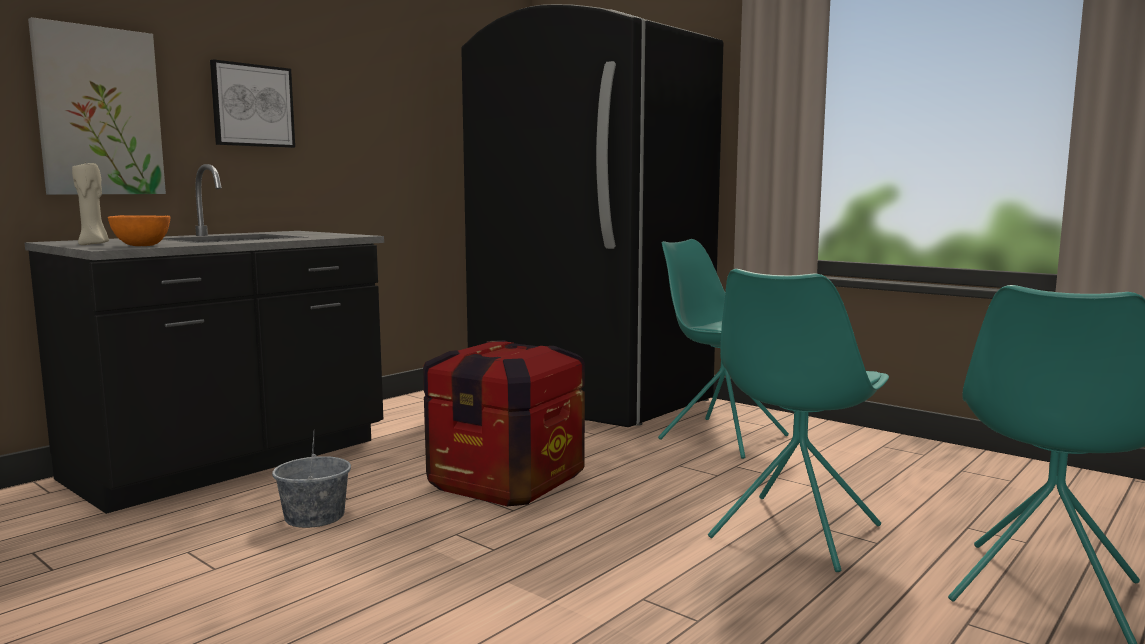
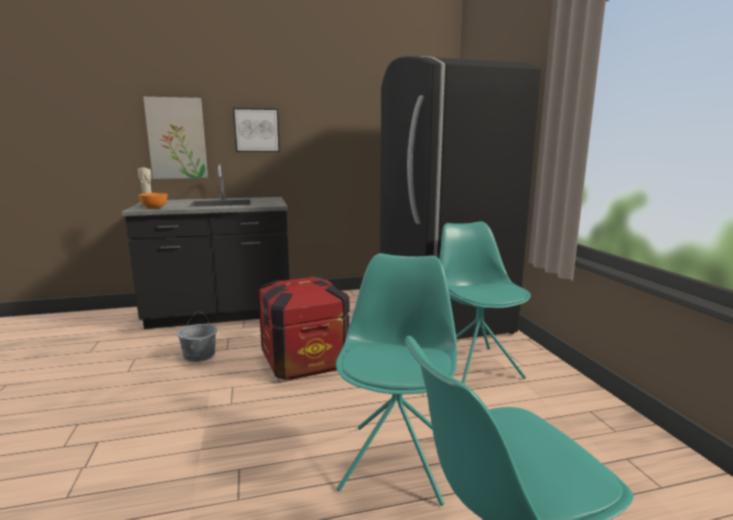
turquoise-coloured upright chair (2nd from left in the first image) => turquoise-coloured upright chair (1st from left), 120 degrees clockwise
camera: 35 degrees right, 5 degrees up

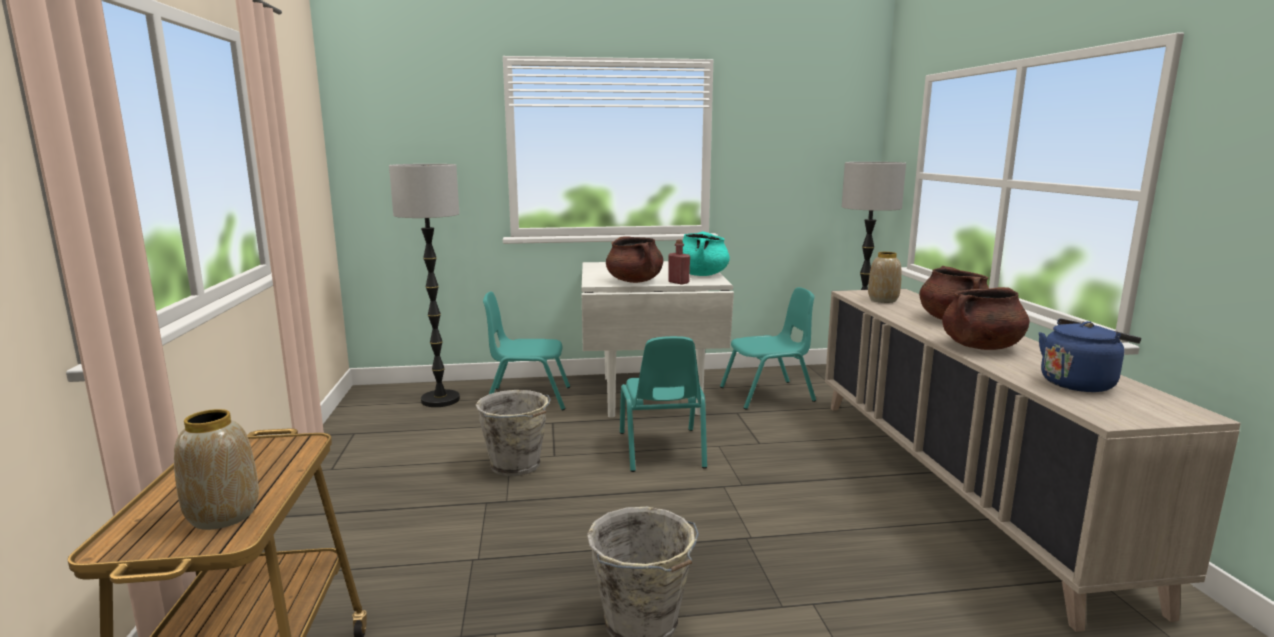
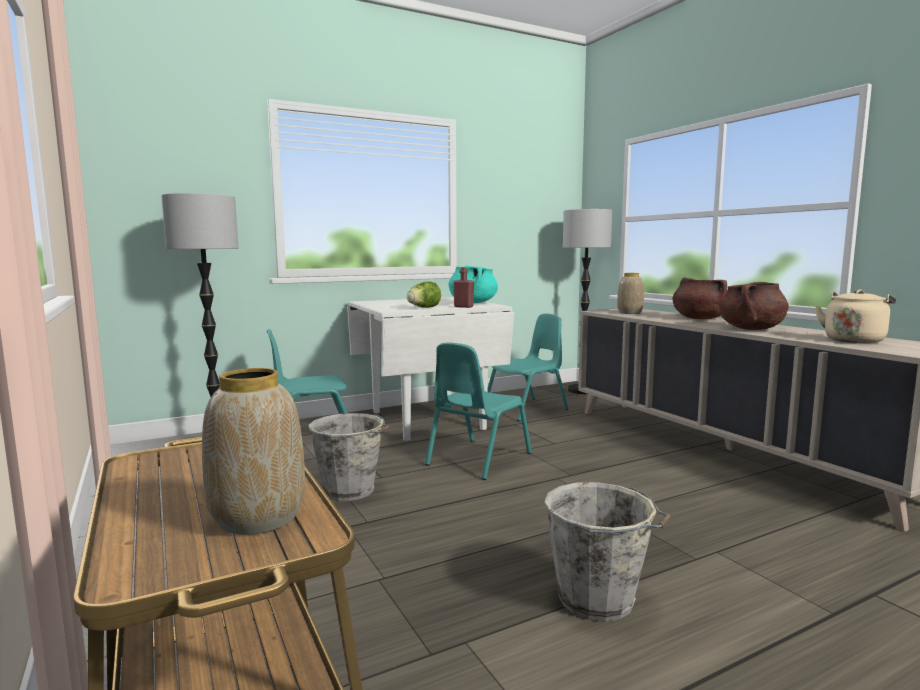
brown-coloured cooking pot (1st from left) => lettuce head
bluish water kettle => beige water kettle
turquoise-coloured upright chair (2nd from left), 60 degrees clockwise
camera: 20 degrees left, 5 degrees down

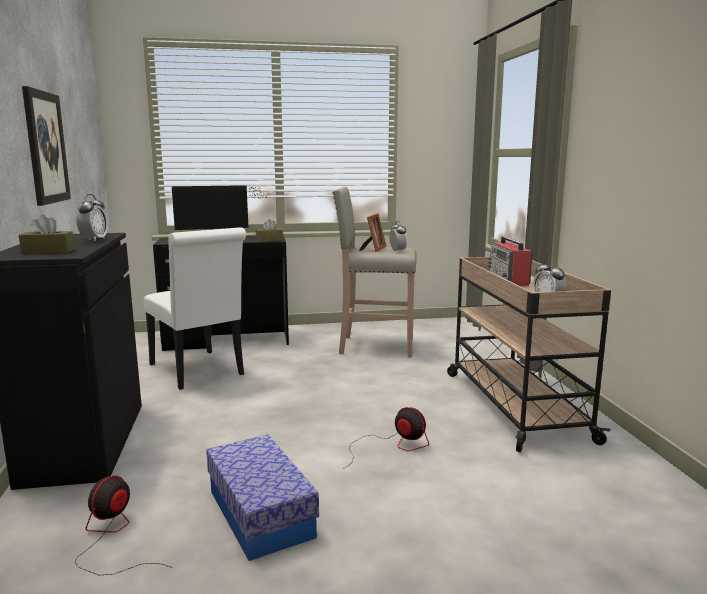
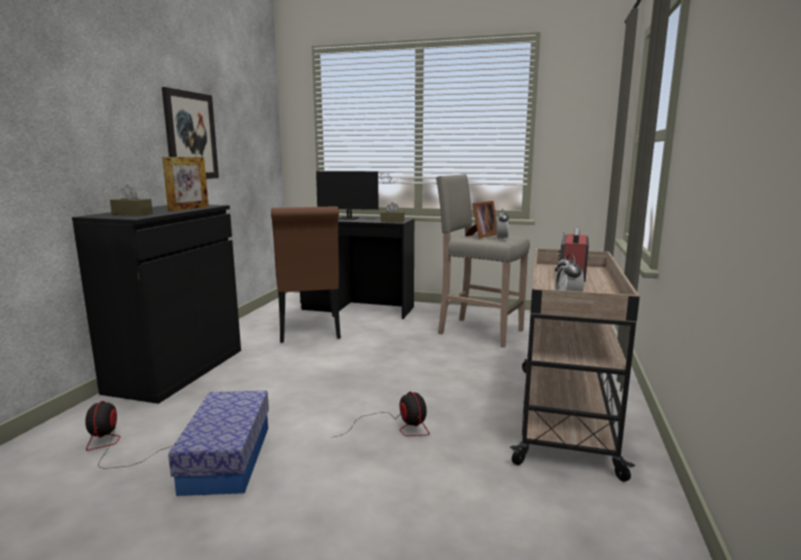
bedside clock (1st from left) => picture frame (1st from left)
white-coloured upright chair => brown-coloured upright chair
electric fan (1st from left), 60 degrees counterclockwise
camera: 25 degrees right, 0 degrees up

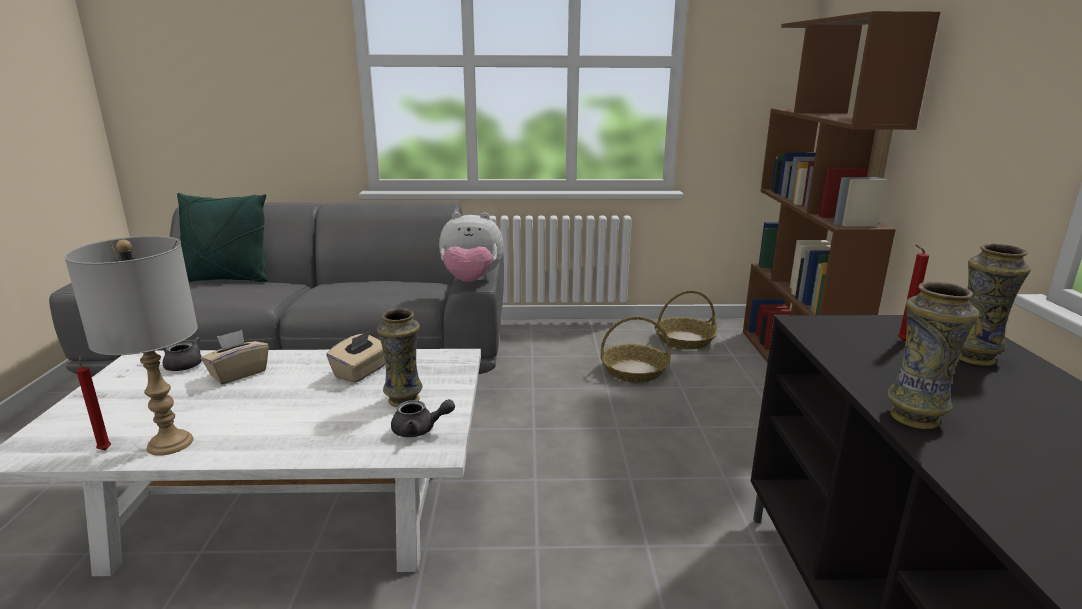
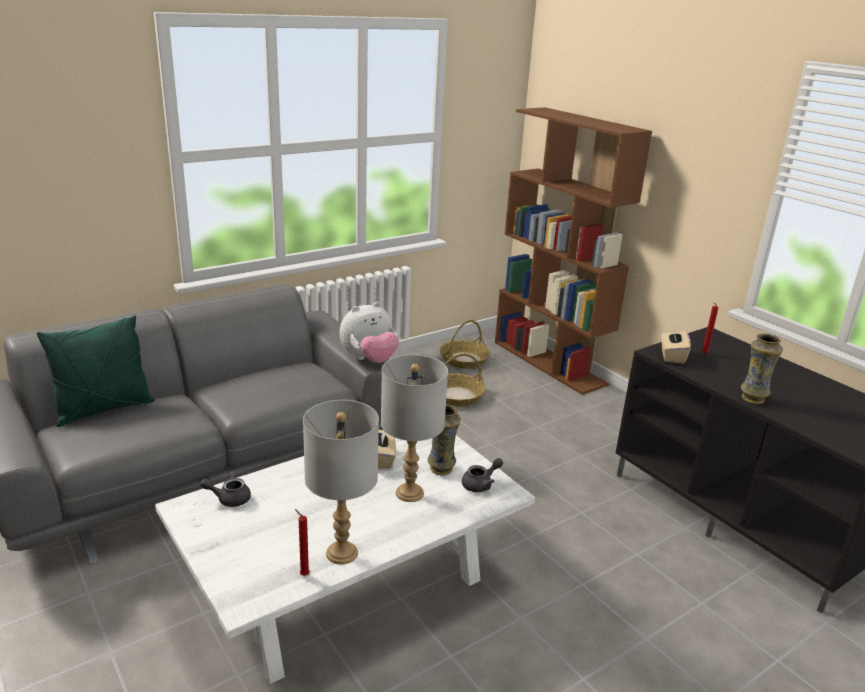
decorative vase (3rd from left) => nothing
nothing => gray tabletop lamp (2nd from left)
beige tissue holder (1st from left in the first image) => beige tissue holder (2nd from left), move
camera: 35 degrees left, 5 degrees up

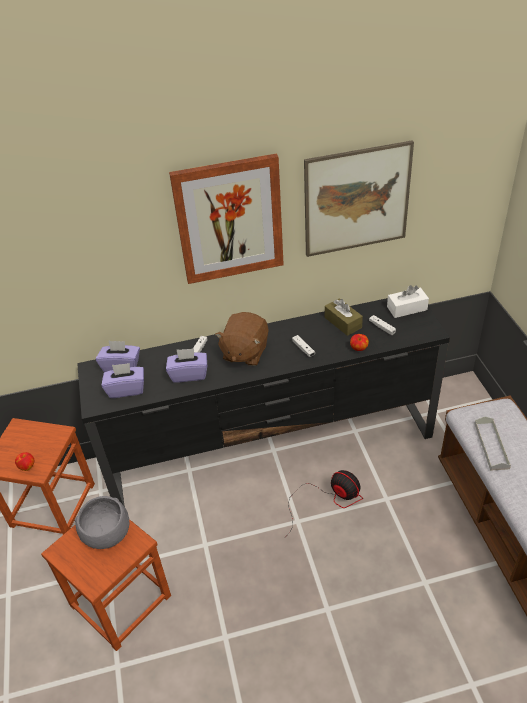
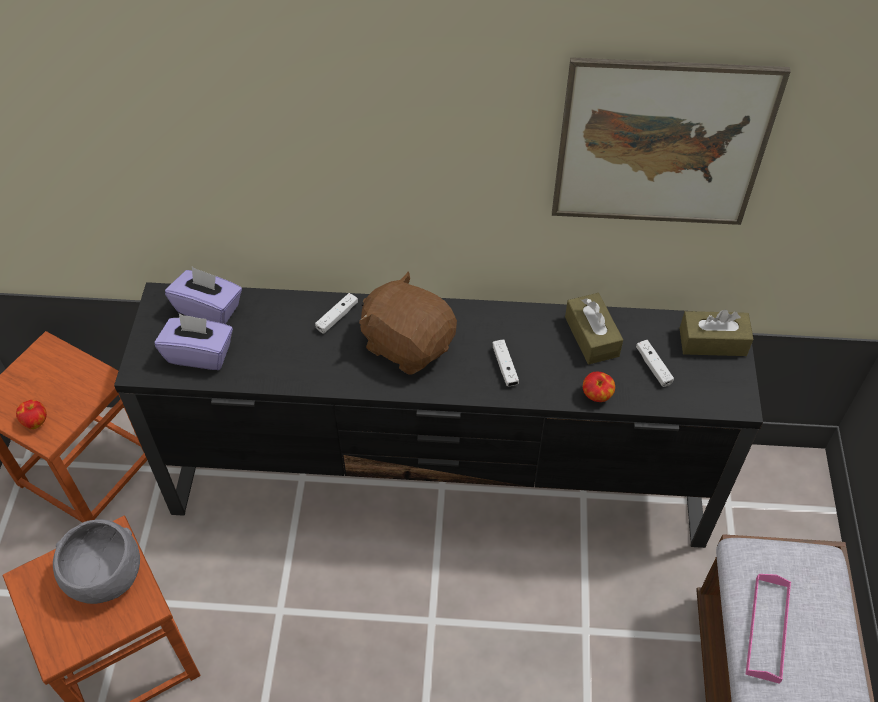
purplish tissue holder (3rd from left) => nothing
wall art (1st from left) => nothing
electric fan => nothing
white-coloured tissue holder => brown-coloured tissue holder (2nd from left)
gray carrying tray => pink carrying tray
brown-coloured plush toy, 90 degrees clockwise
camera: 15 degrees right, 10 degrees up

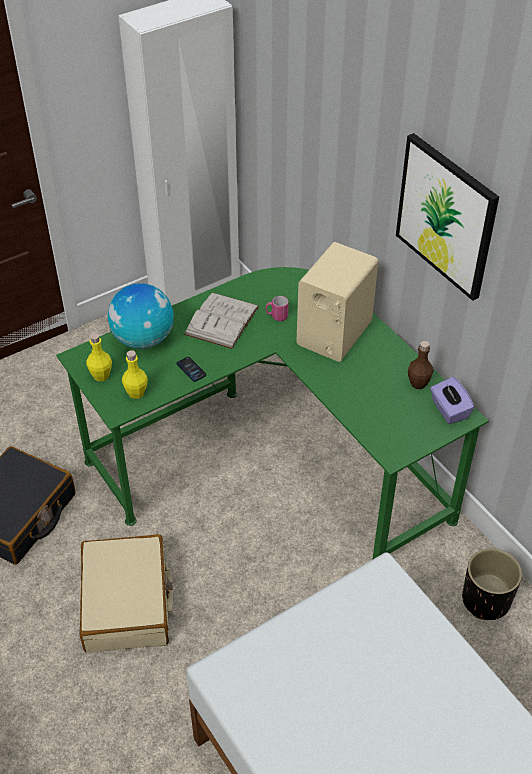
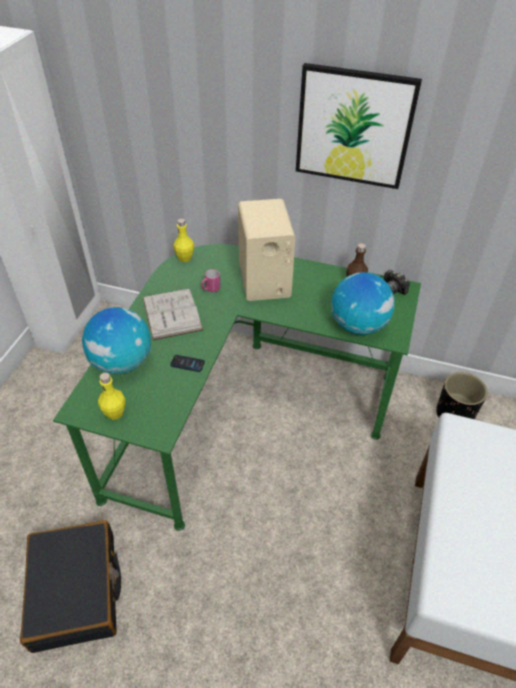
beige travel case => nothing
nothing => desk globe (2nd from left)
yellow-coloured beverage bottle (2nd from left), move
purplish tissue holder => photo camera
camera: 40 degrees left, 0 degrees up

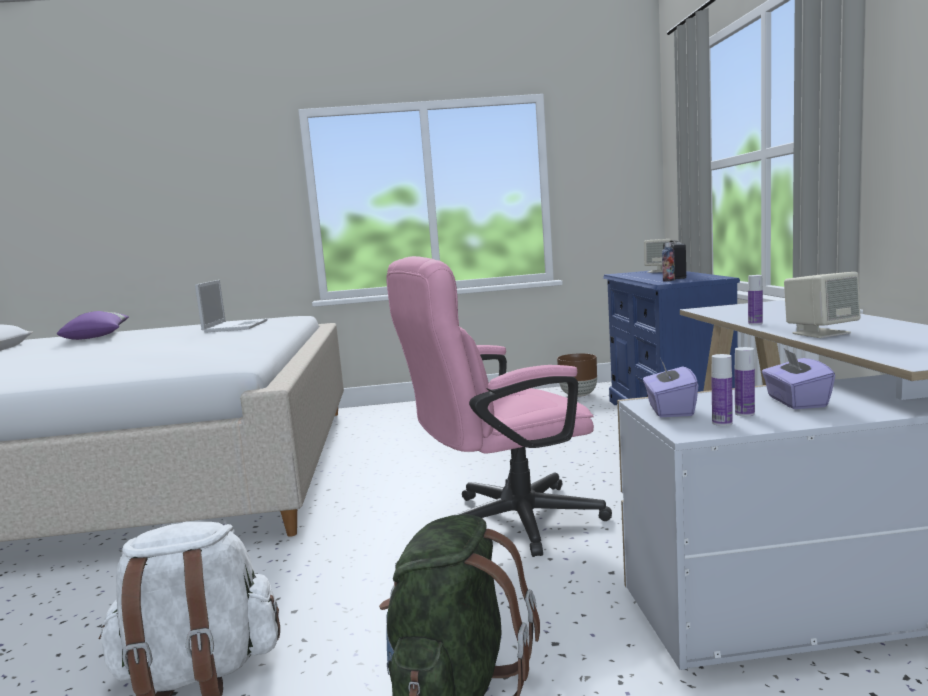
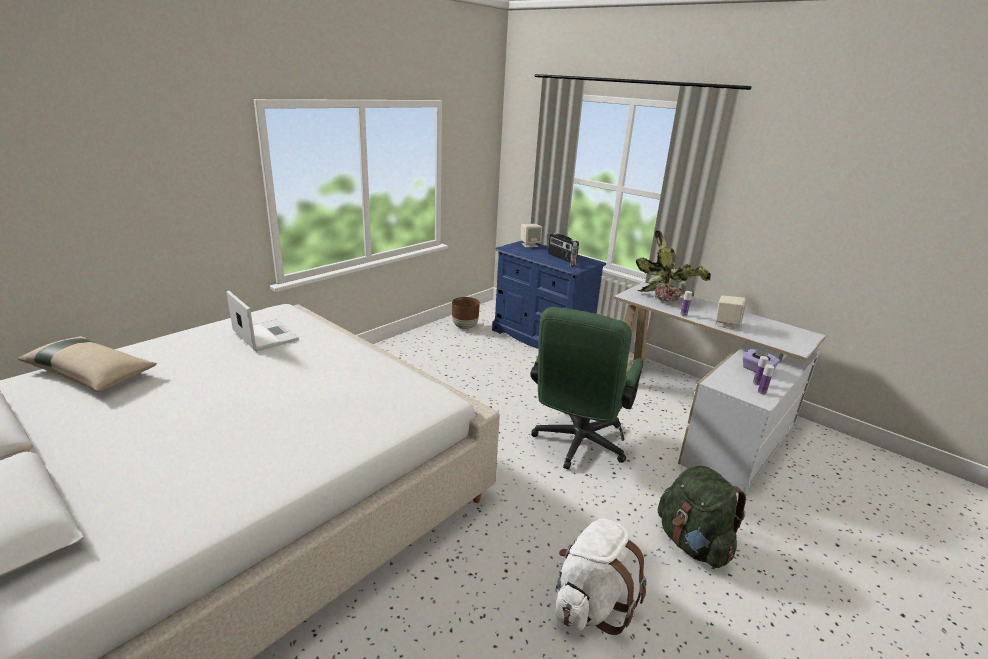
purplish tissue holder (1st from left) => nothing
nothing => potted plant
purplish cushion => beige cushion
pink desk chair => greenish desk chair
camera: 45 degrees left, 15 degrees up

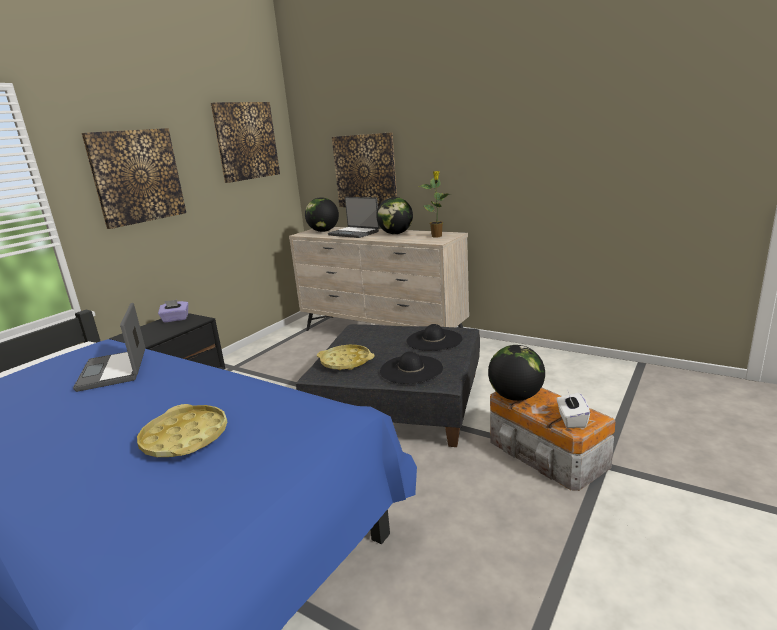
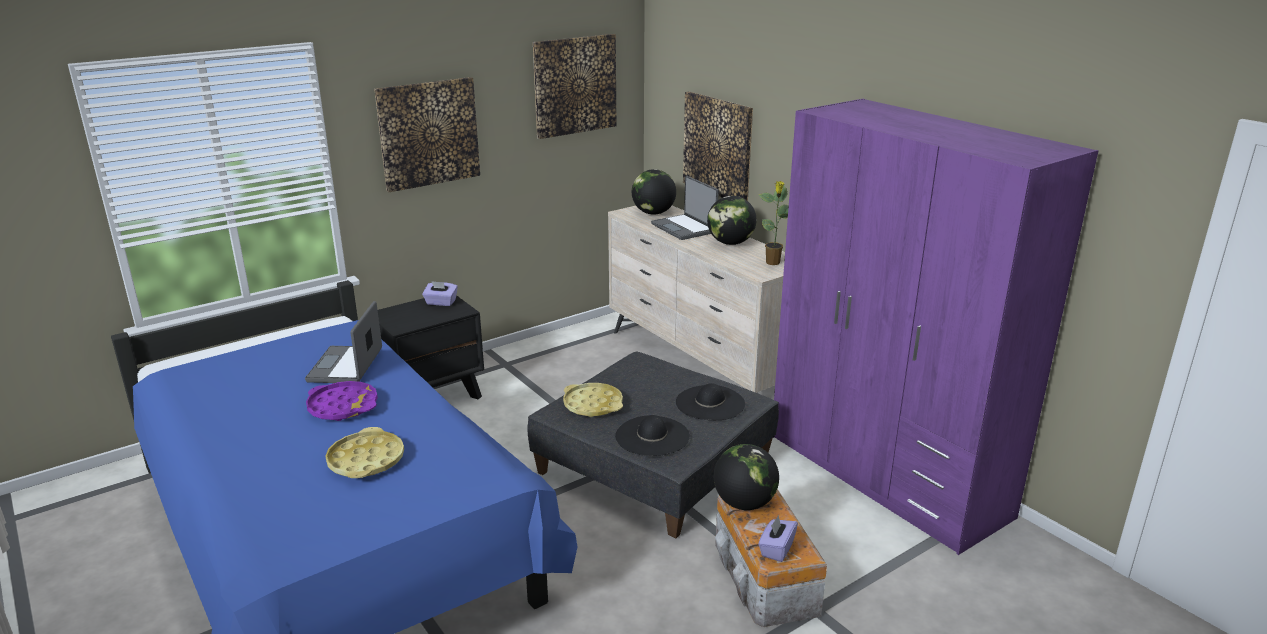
nothing => purplish carrying tray
nothing => purplish wardrobe
white-coloured tissue holder => purplish tissue holder (2nd from left)
camera: 20 degrees right, 5 degrees up

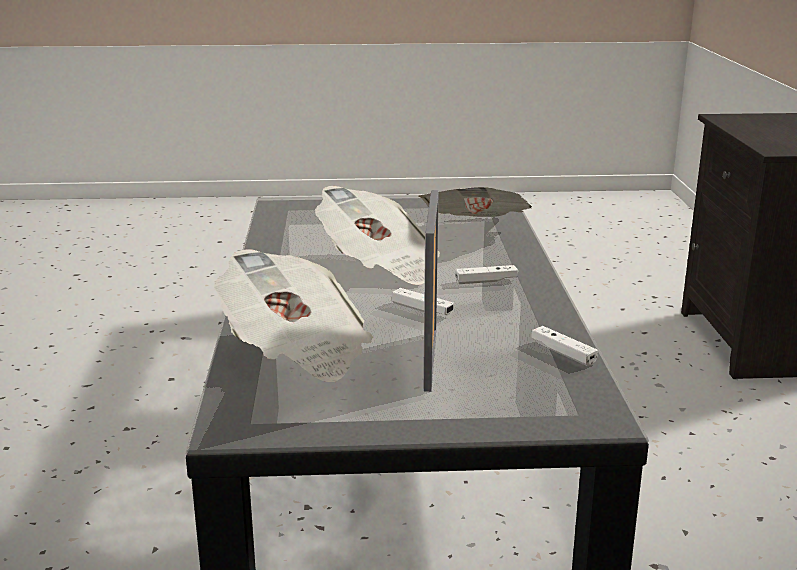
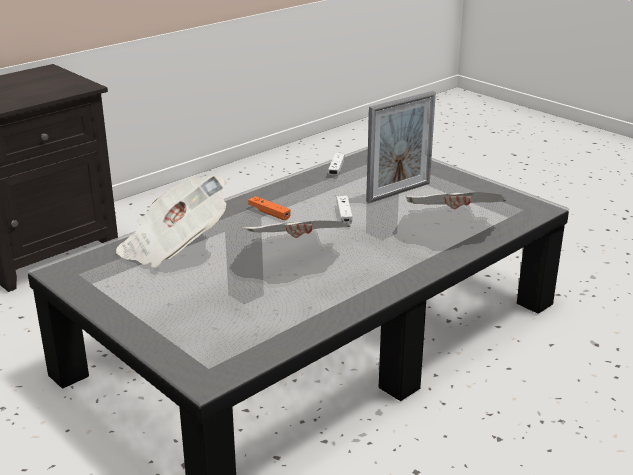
white-coloured gamepad (2nd from left) => orange-coloured gamepad
camera: 130 degrees left, 5 degrees up

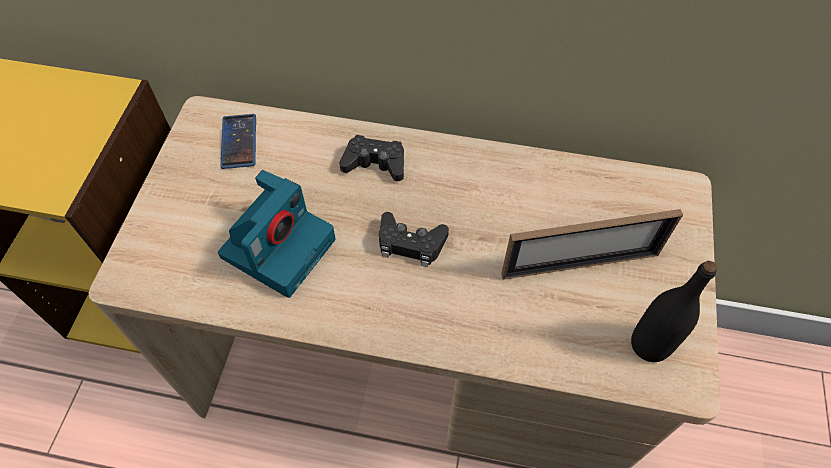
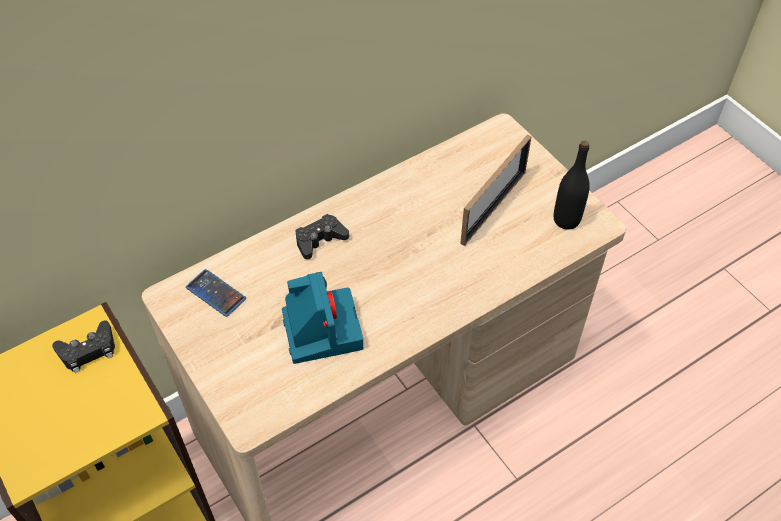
black-coloured gamepad (2nd from left in the first image) => black-coloured gamepad (1st from left), move
camera: 45 degrees left, 5 degrees down

